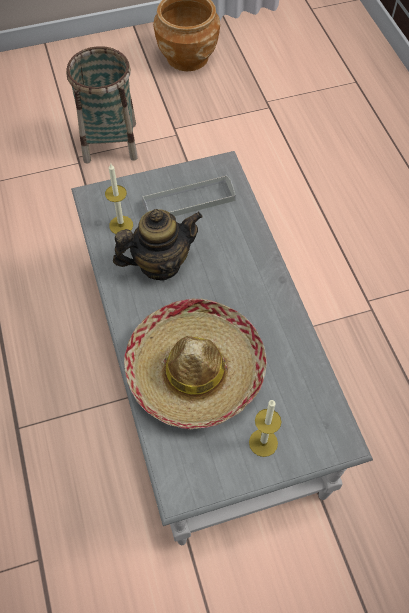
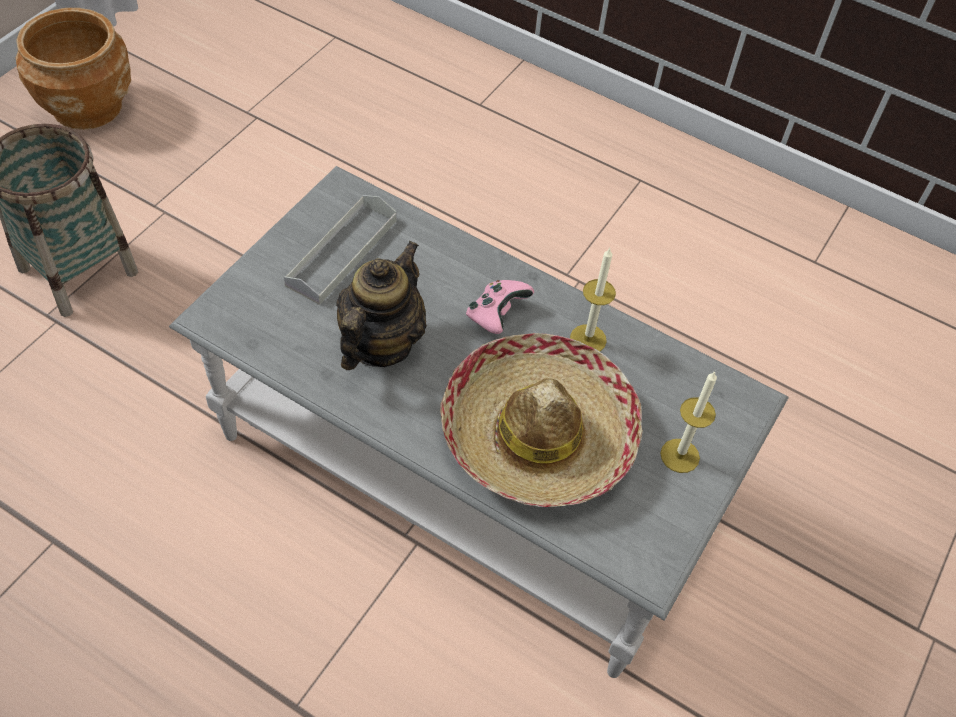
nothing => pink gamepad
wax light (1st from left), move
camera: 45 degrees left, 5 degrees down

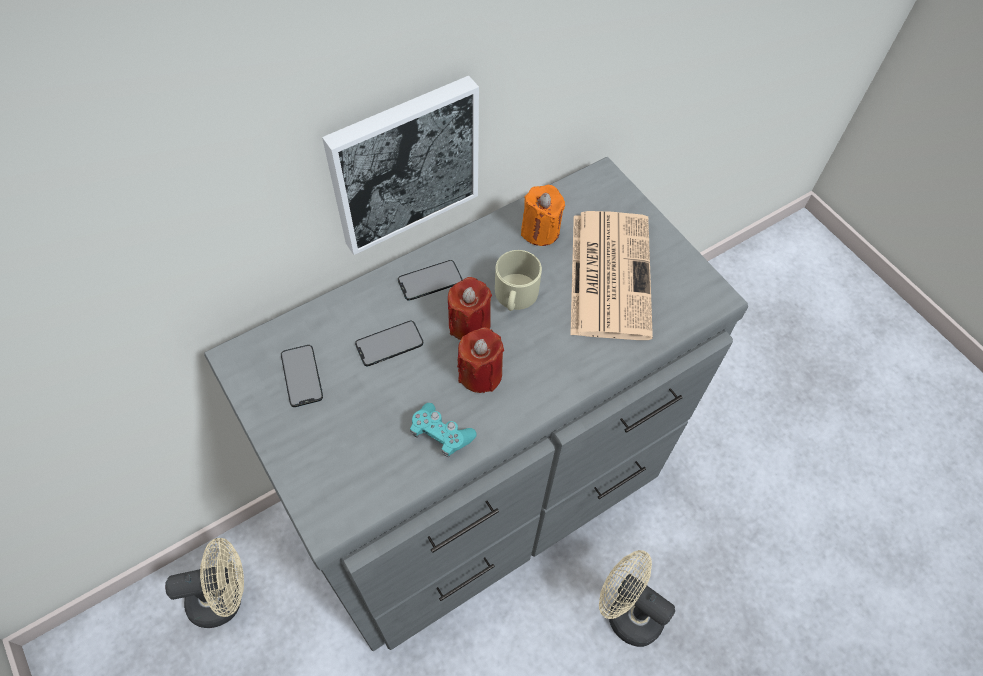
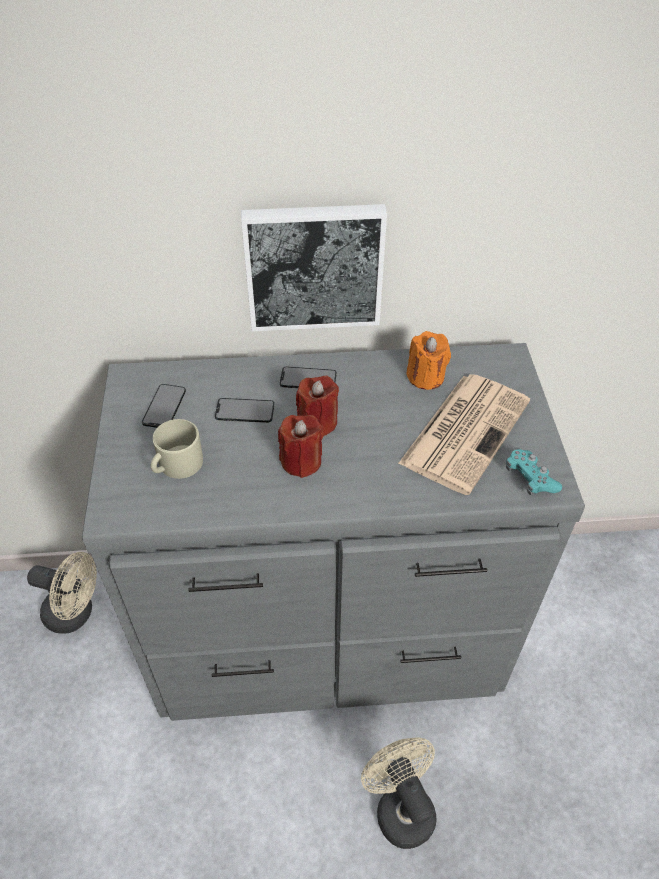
turquoise-coloured gamepad, move
beige tea mug, move
camera: 30 degrees right, 10 degrees down

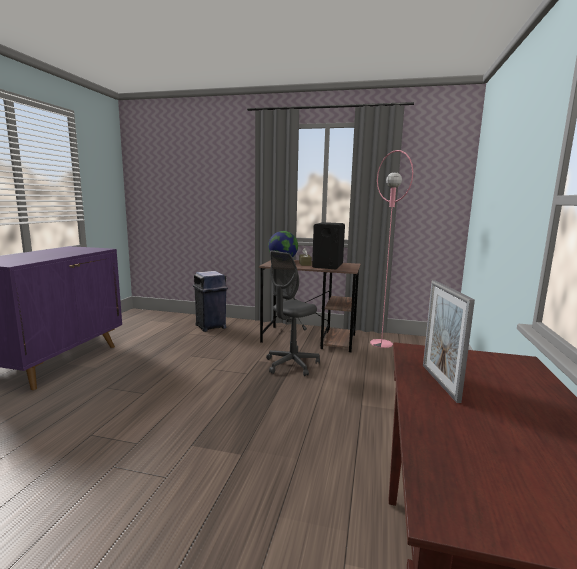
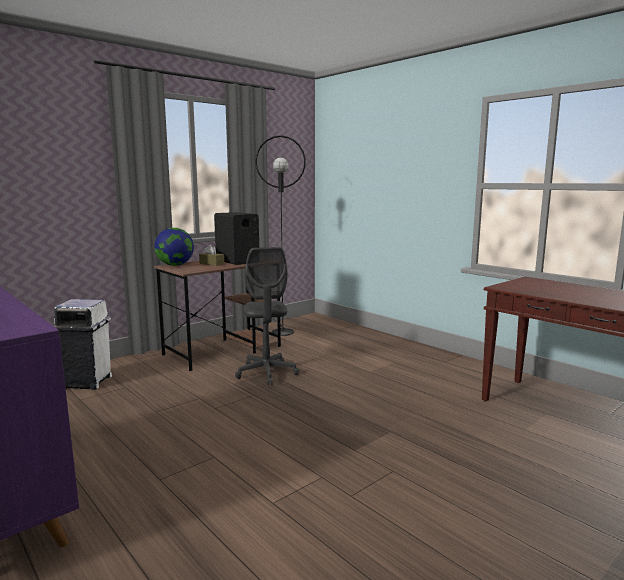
picture frame => nothing
bluish rubbish bin => white-coloured rubbish bin
pink standing lamp => black-coloured standing lamp
camera: 55 degrees left, 0 degrees up

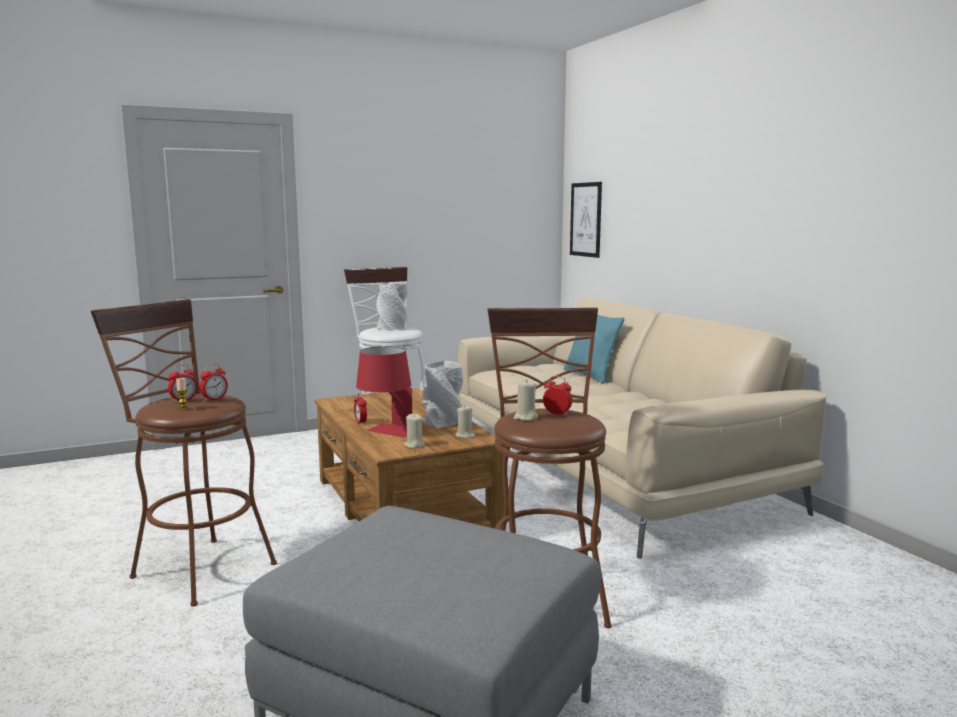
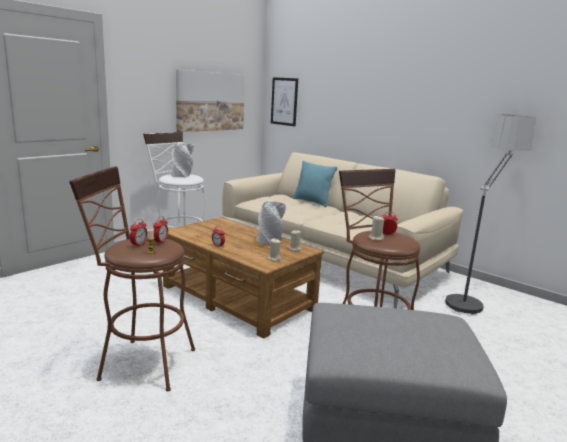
red tabletop lamp => nothing
nothing => wall art (1st from left)
nothing => standing lamp
camera: 25 degrees left, 5 degrees up

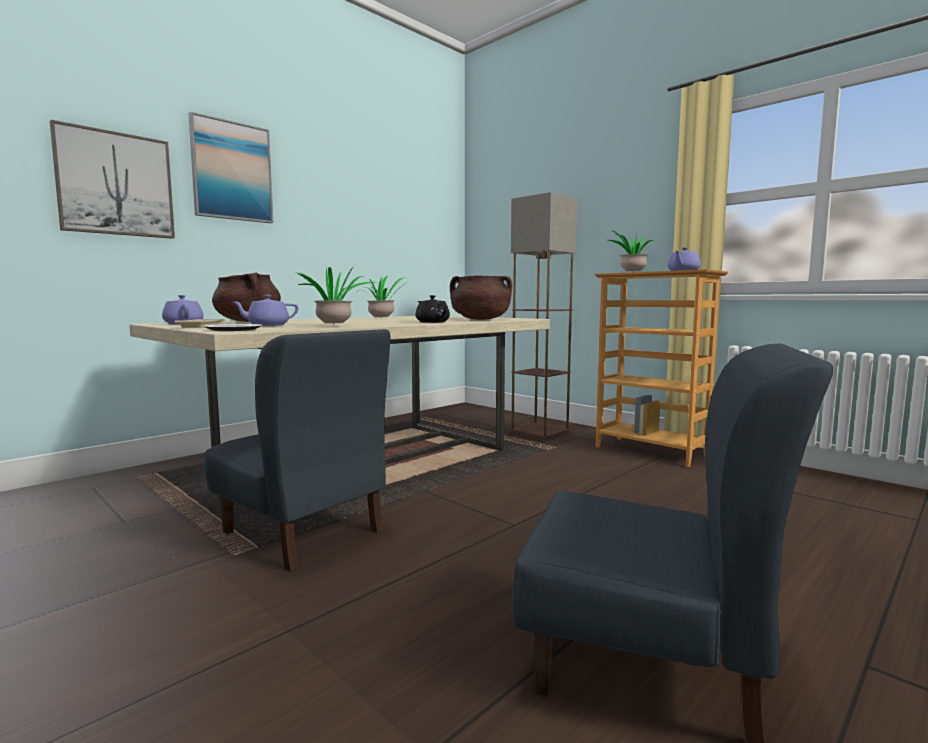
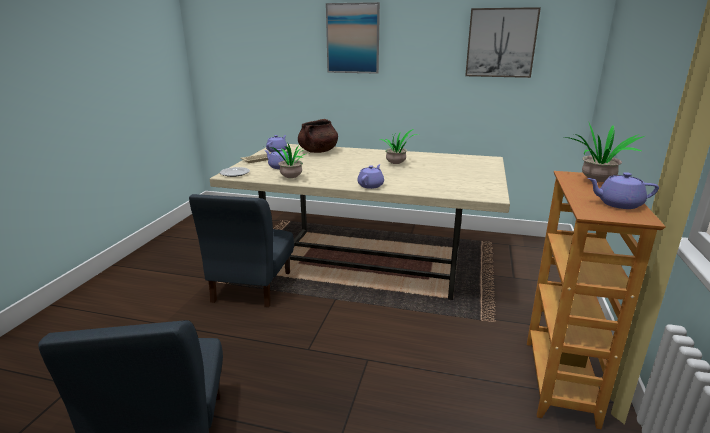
brown-coloured cooking pot (2nd from left) => nothing
standing lamp => nothing
wall art (1st from left in the first image) => wall art (2nd from left), move
black-coloured pot for tea => purplish pot for tea (3rd from left)
camera: 60 degrees right, 15 degrees up

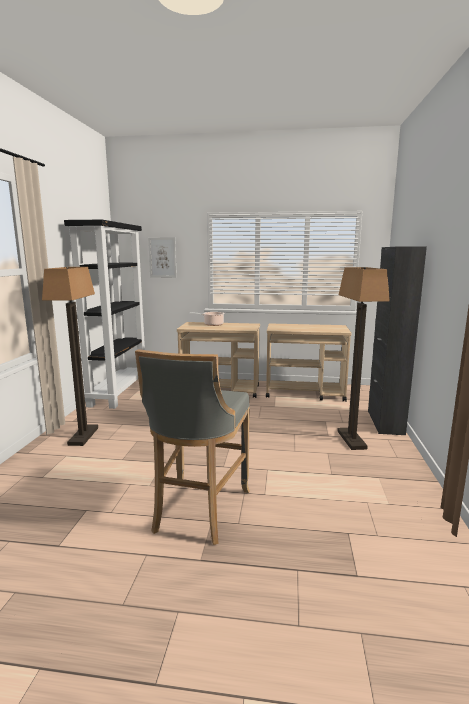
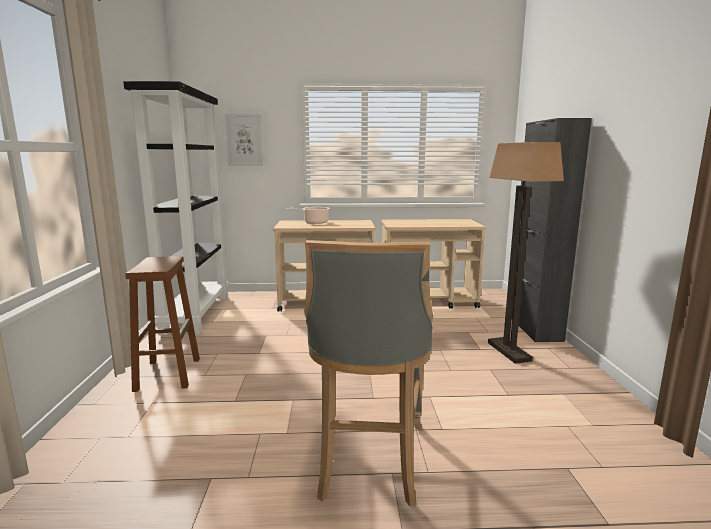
standing lamp (1st from left) => brown-coloured stool seat
camera: 10 degrees left, 0 degrees up

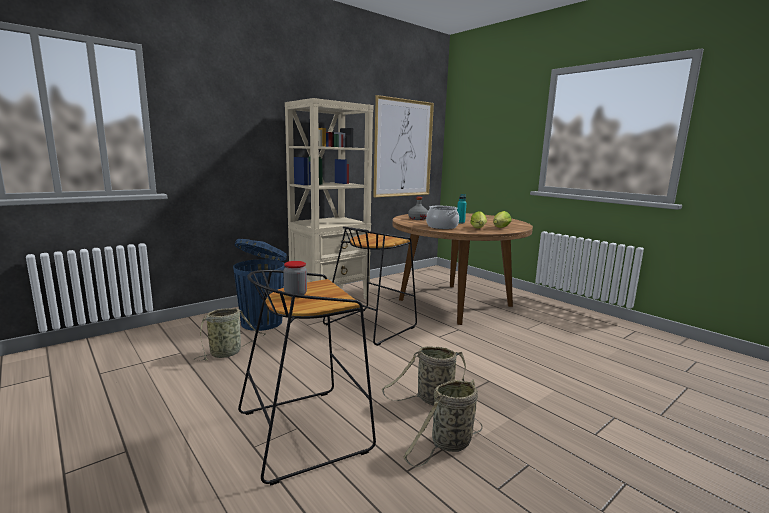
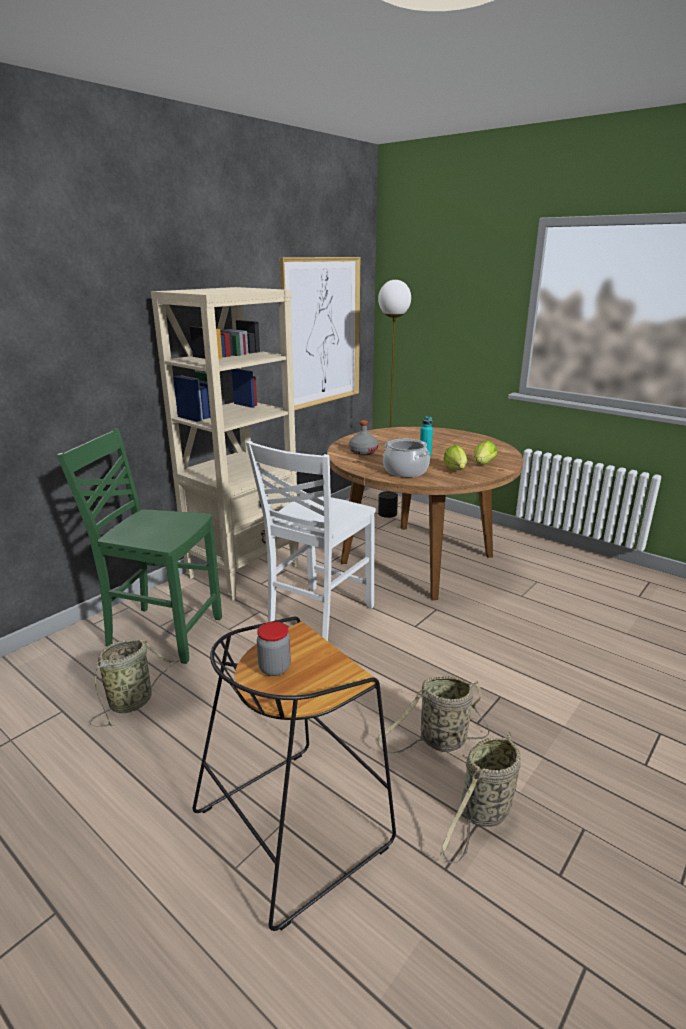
nothing => standing lamp
bluish rubbish bin => greenish upright chair
black-coloured stool seat (2nd from left) => white-coloured upright chair
camera: 10 degrees left, 10 degrees up

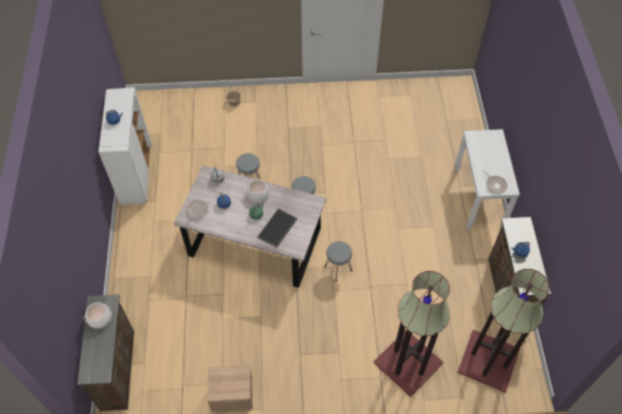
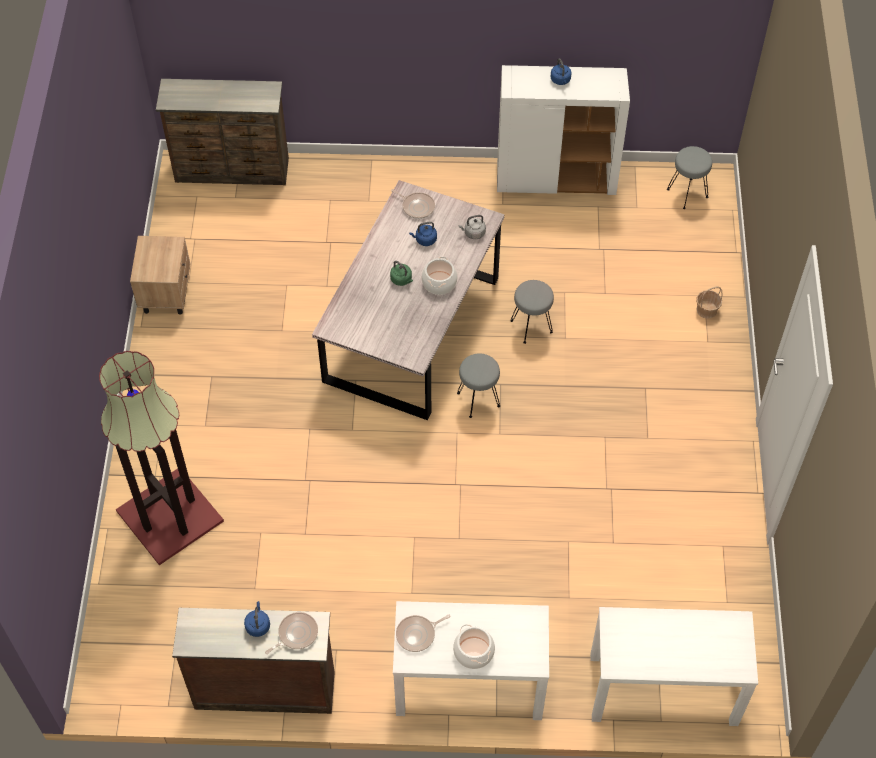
carrying tray => nothing
standing lamp (2nd from left) => nothing
nothing => frying pan (1st from left)
nothing => white-coloured narrow table (2nd from left)
cooking pot (1st from left in the first image) => cooking pot (2nd from left), move
gray stool seat (3rd from left), move
camera: 95 degrees right, 0 degrees up

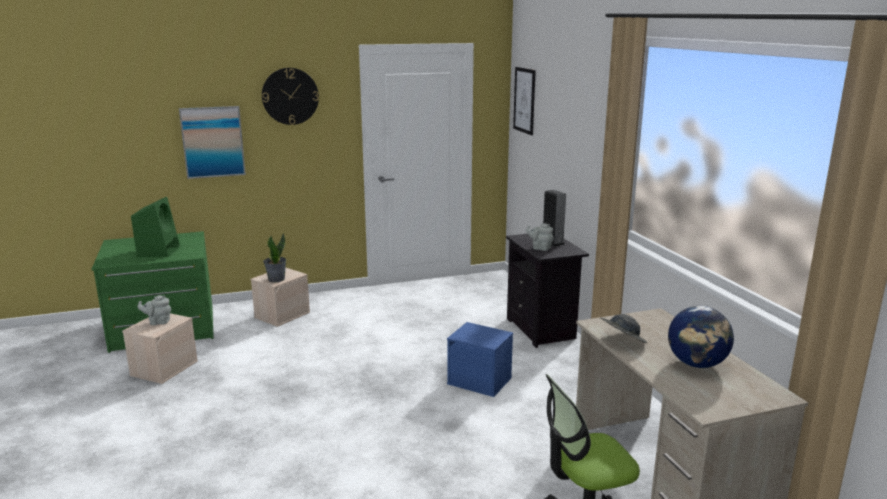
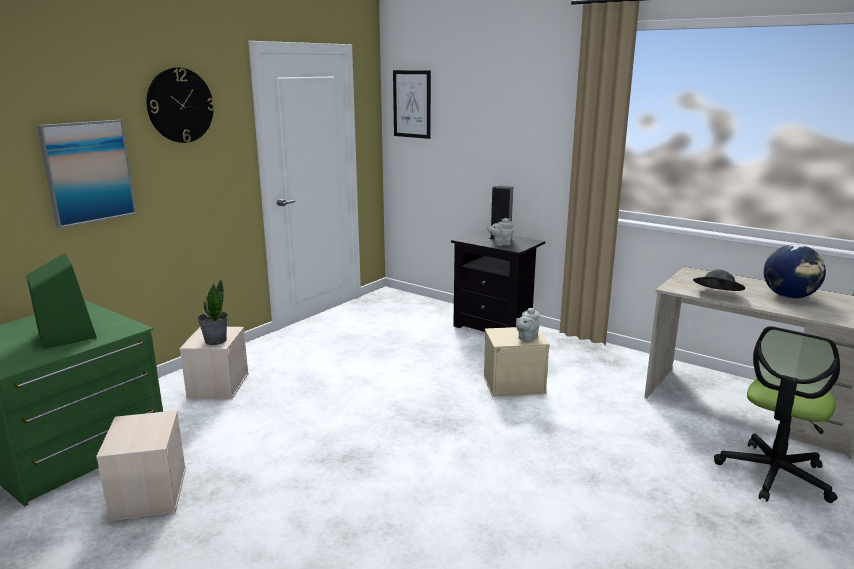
gray pot for tea (1st from left in the first image) => gray pot for tea (2nd from left), move
bluish storage box => beige storage box (3rd from left)
camera: 35 degrees left, 0 degrees up

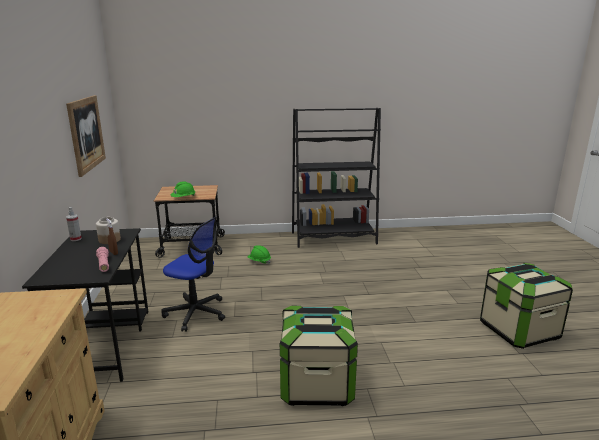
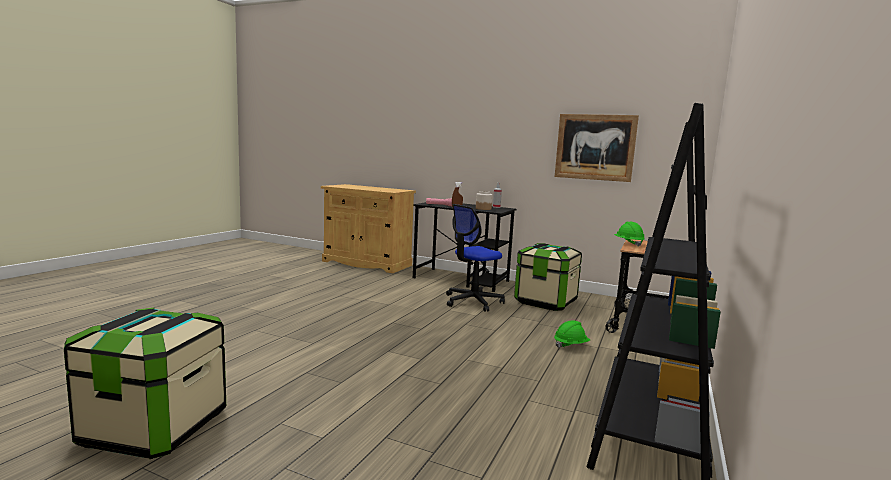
storage box (1st from left in the first image) => storage box (2nd from left), move
camera: 120 degrees right, 10 degrees down

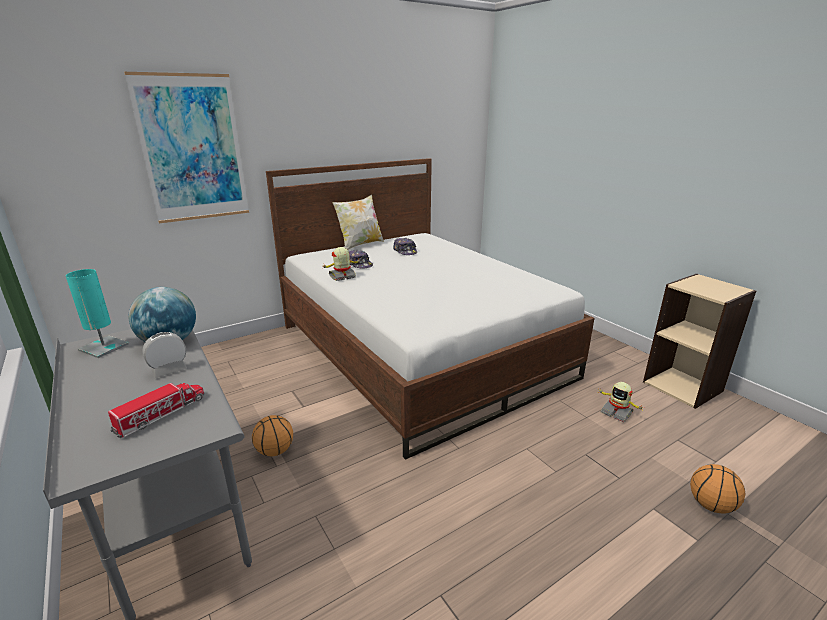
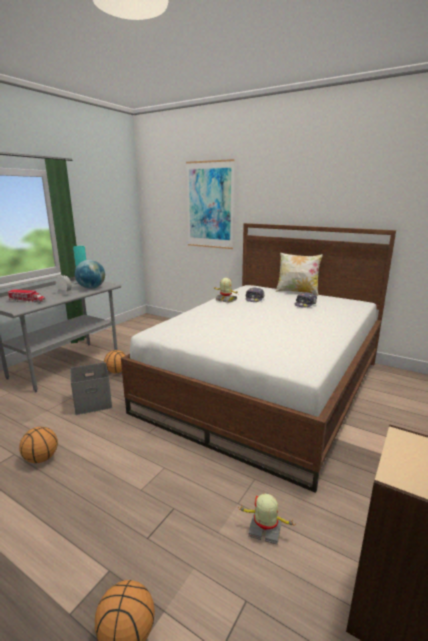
nothing => ball for basketball (1st from left)
nothing => gray storage box
robot figure (2nd from left), 90 degrees clockwise
camera: 65 degrees right, 5 degrees down

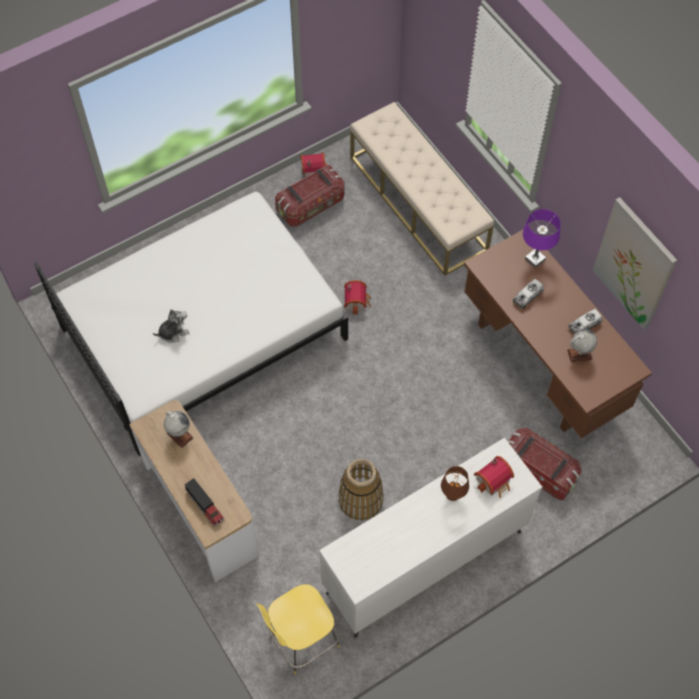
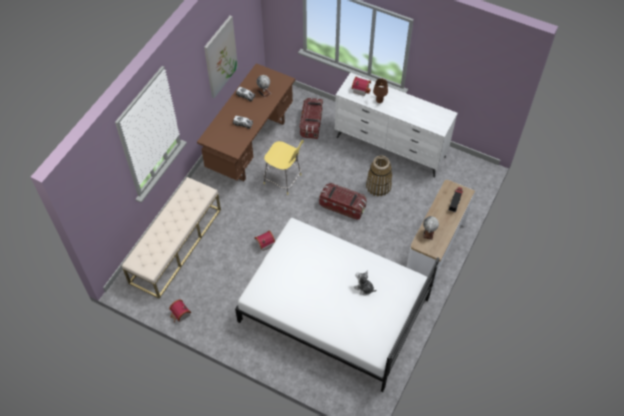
purplish tabletop lamp => nothing
yellow-coloured stool seat, move
storage box (1st from left in the first image) => storage box (2nd from left), move
camera: 120 degrees left, 5 degrees down

